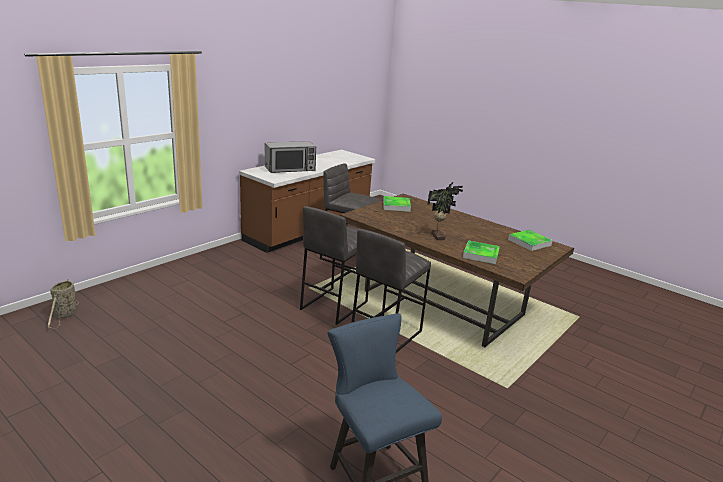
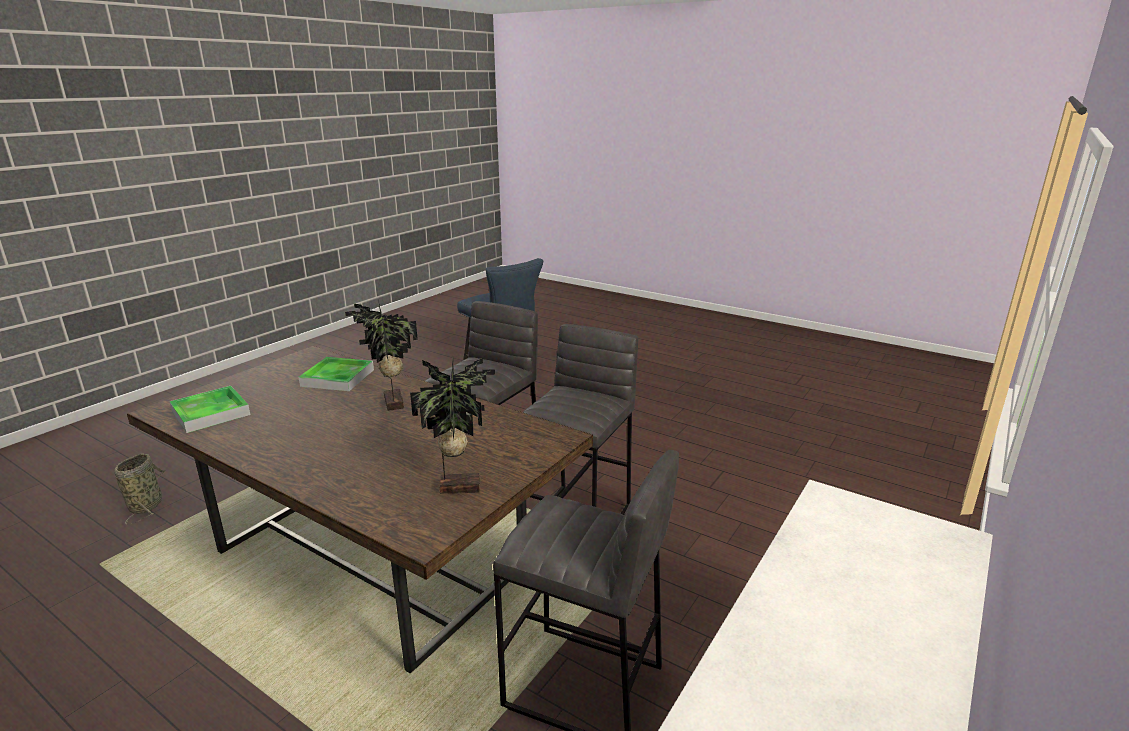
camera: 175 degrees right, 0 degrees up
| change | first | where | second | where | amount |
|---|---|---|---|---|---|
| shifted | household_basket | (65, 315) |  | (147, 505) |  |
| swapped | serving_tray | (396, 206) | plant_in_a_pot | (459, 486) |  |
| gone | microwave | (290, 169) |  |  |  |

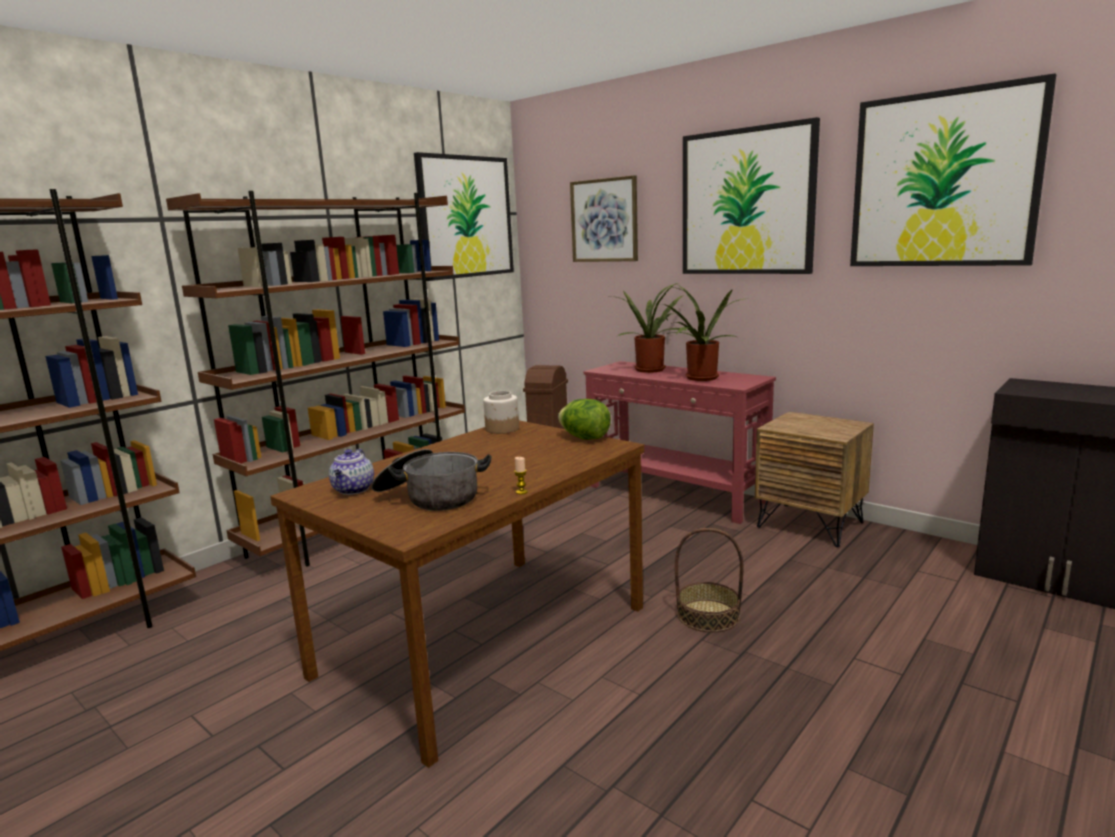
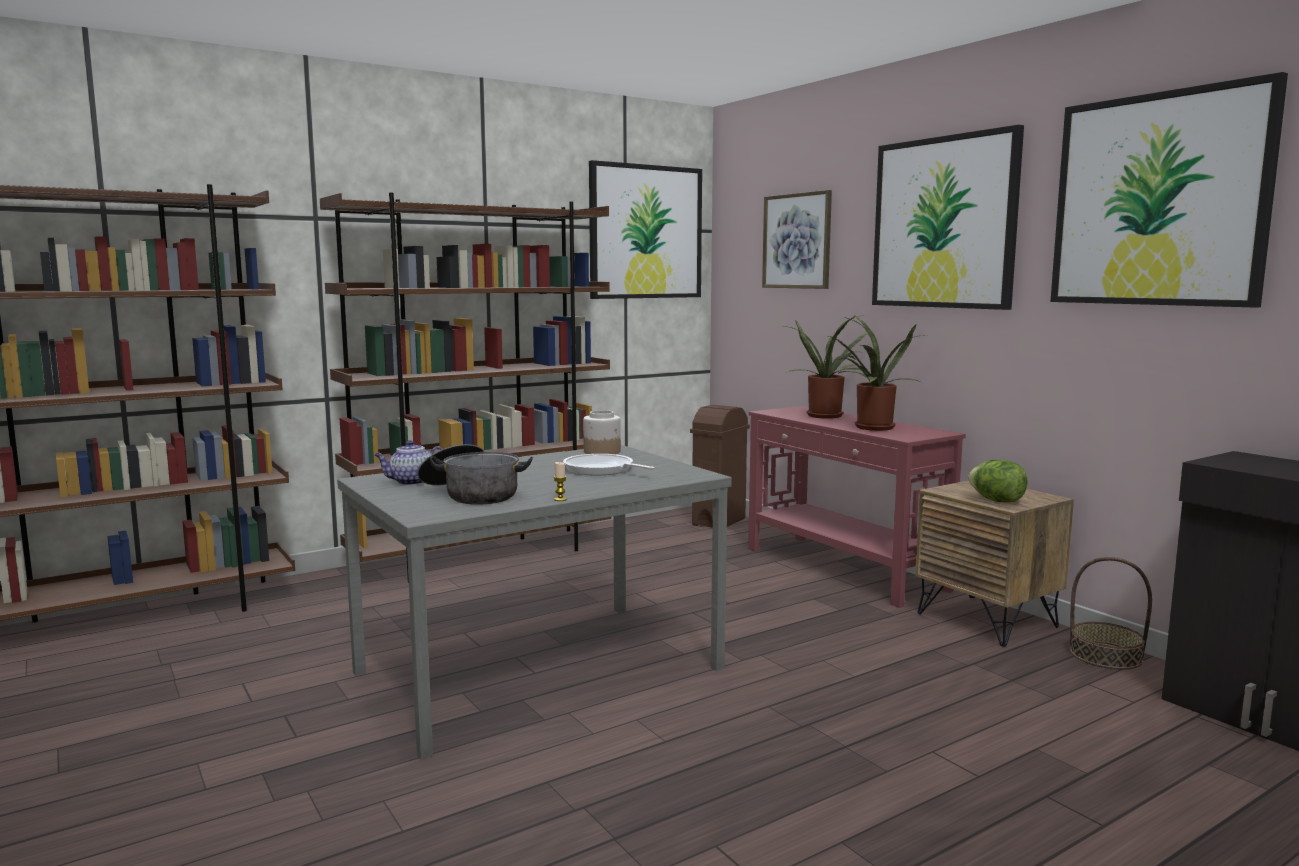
camera: 15 degrees right, 5 degrees down
| change | first | where | second | where | amount |
|---|---|---|---|---|---|
| repainted | brownish_dinner_table | (484, 642) | greyish_dinner_table | (538, 671) |  |
| rotated | pot_for_tea | (353, 490) |  | (411, 482) | 45 degrees clockwise |
| new |  |  | pan | (601, 470) |  |
| shifted | lettuce | (585, 438) |  | (996, 501) |  |
| shifted | household_basket | (708, 615) |  | (1106, 655) |  |

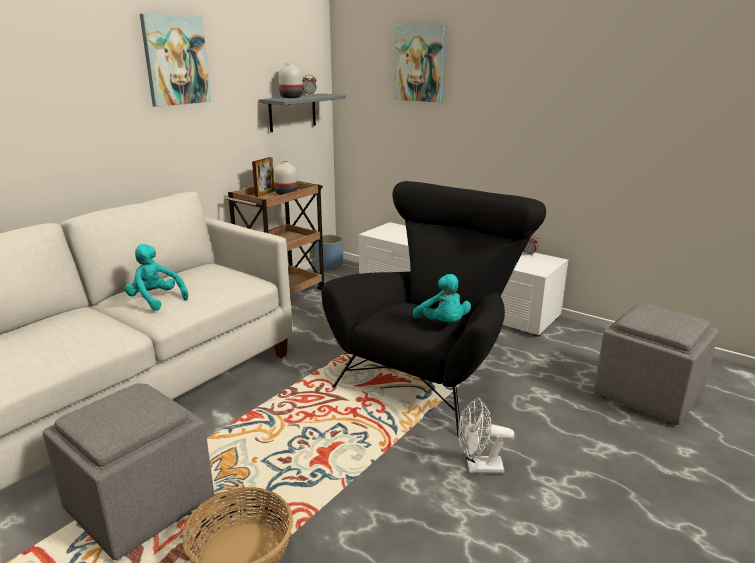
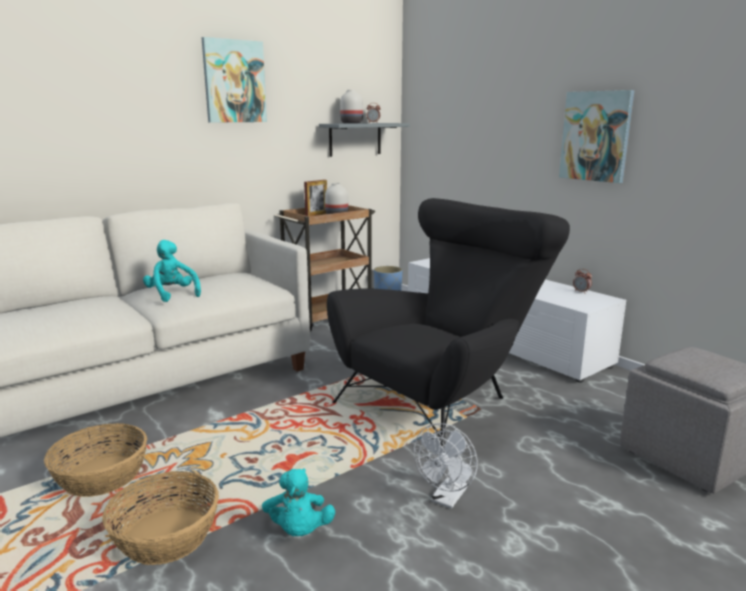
camera: 15 degrees right, 5 degrees down
| change | first | where | second | where | amount |
|---|---|---|---|---|---|
| swapped | greyish_footrest | (138, 504) | household_basket | (101, 476) |  |
| shifted | blue-green_plush_toy | (443, 324) |  | (298, 531) |  |
| rotated | white-coloured_cooling_fan | (478, 467) |  | (446, 499) | 75 degrees counterclockwise |
| shifted | wall_picture | (419, 64) |  | (596, 136) |  |

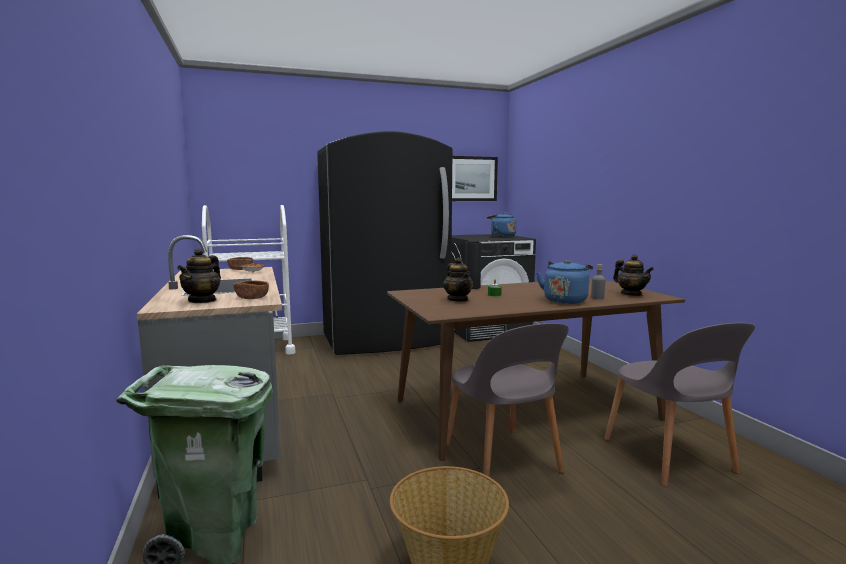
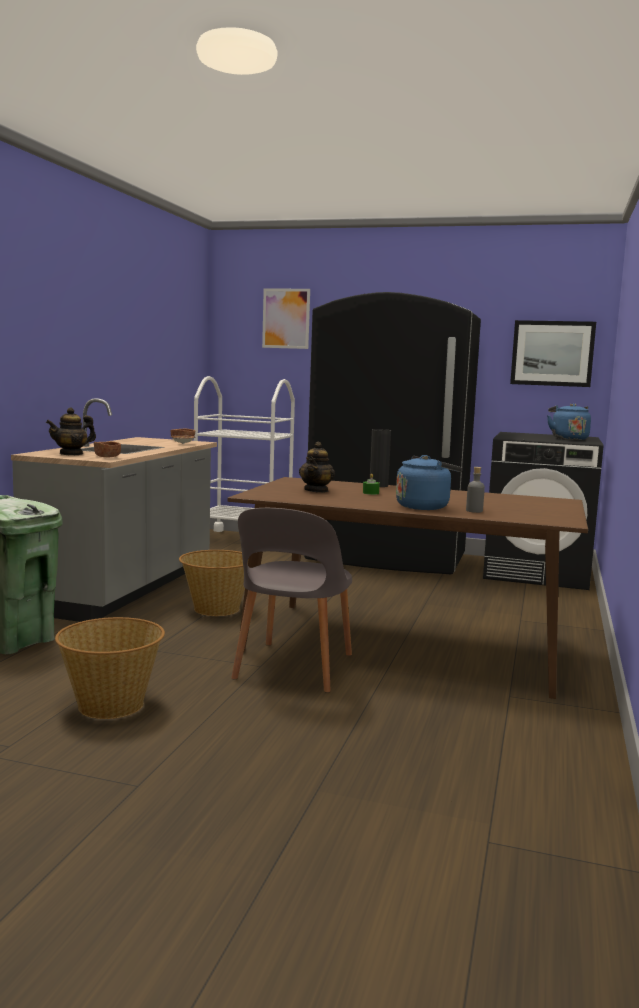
camera: 35 degrees right, 0 degrees up
| change | first | where | second | where | amount |
|---|---|---|---|---|---|
| new |  |  | household_basket | (216, 609) |  |
| new |  |  | wall_picture | (286, 318) |  |
| gone | greyish_chair | (669, 457) |  |  |  |
| gone | pot_for_tea | (631, 294) |  |  |  |

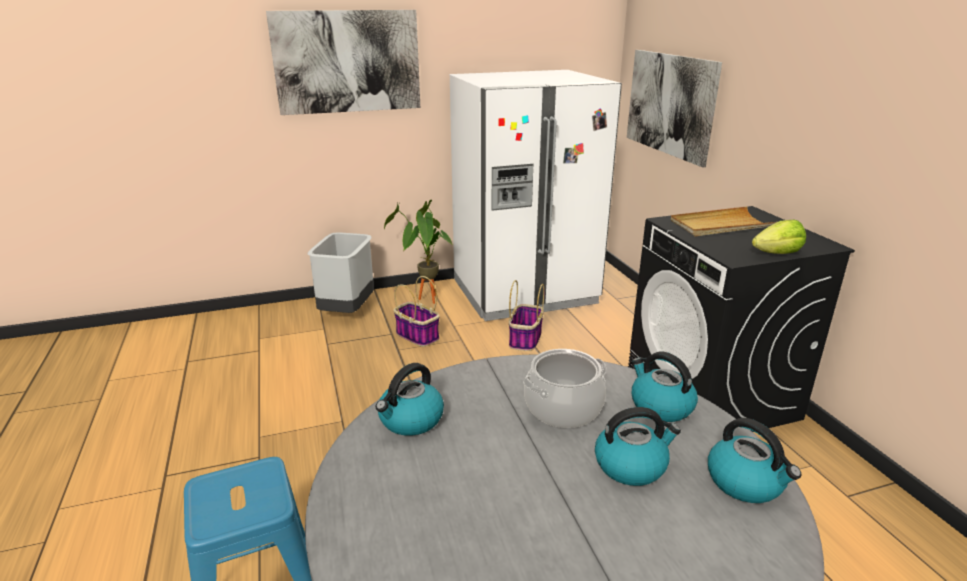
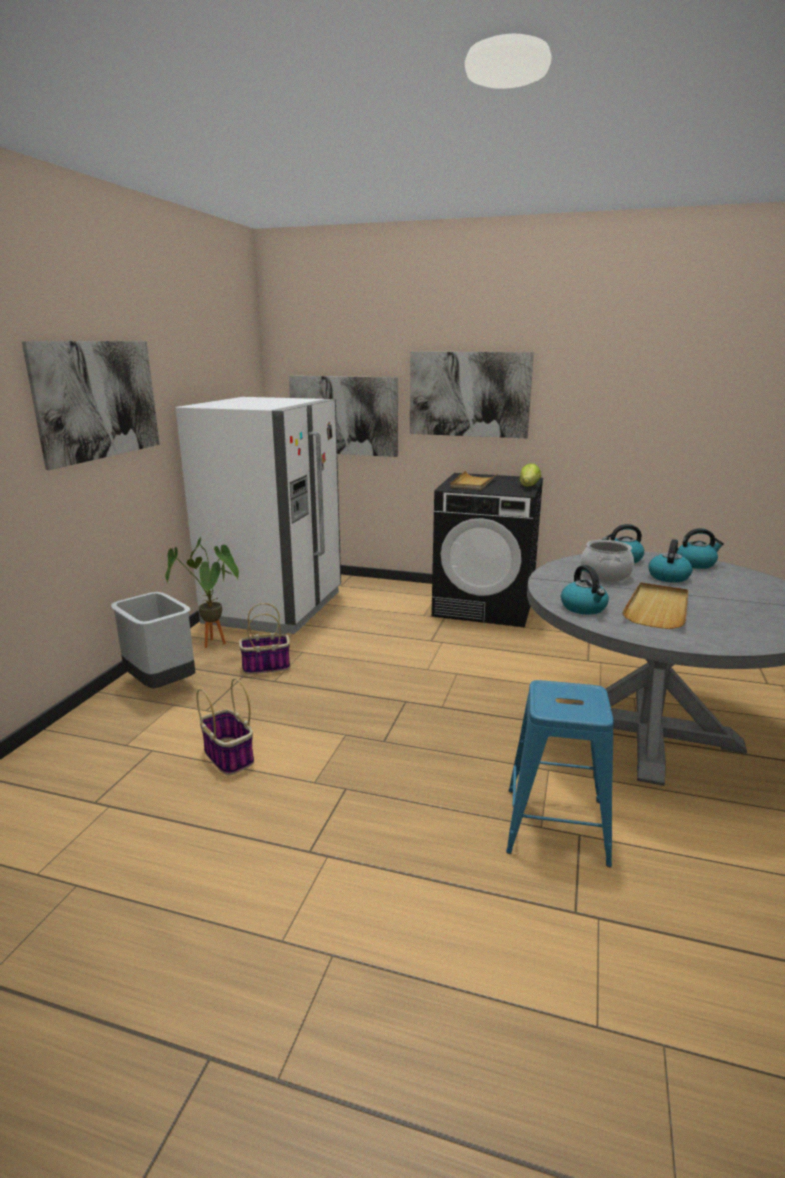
camera: 55 degrees left, 5 degrees down
| change | first | where | second | where | amount |
|---|---|---|---|---|---|
| shifted | household_basket | (525, 339) |  | (229, 757) |  |
| new |  |  | wall_picture | (469, 394) |  |
| new |  |  | beige-coloured_serving_tray | (657, 608) |  |

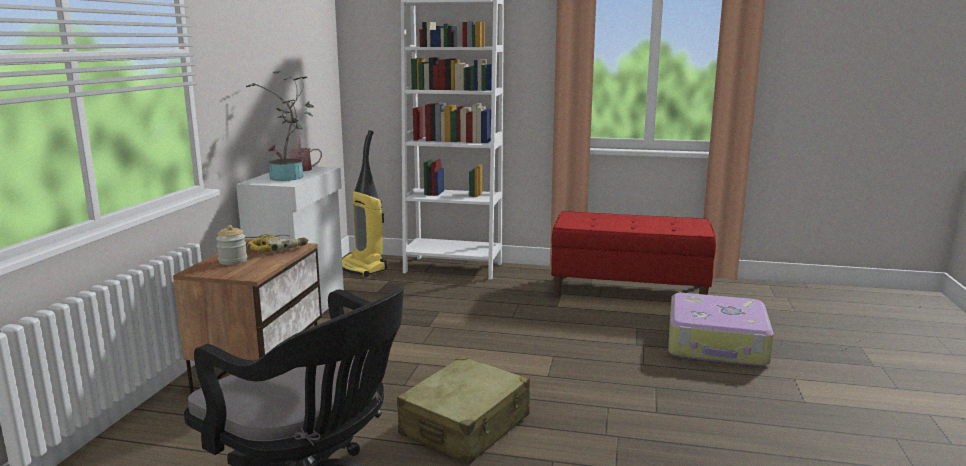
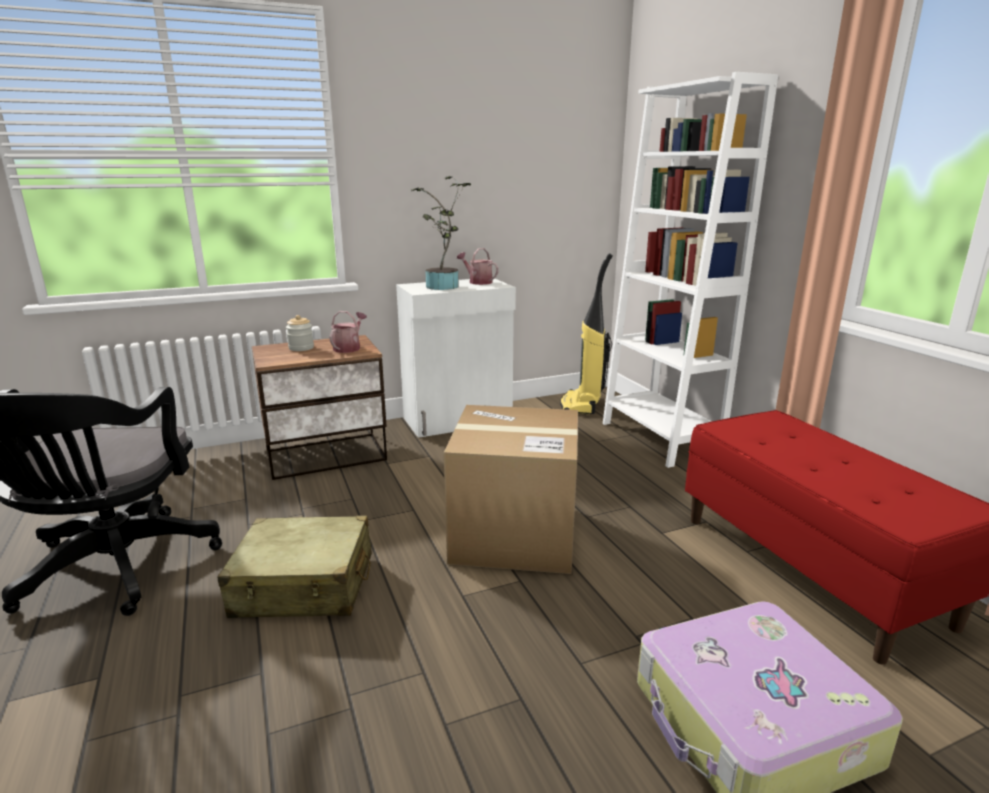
camera: 55 degrees right, 5 degrees up
| change | first | where | second | where | amount |
|---|---|---|---|---|---|
| swapped | power_drill | (274, 248) | watering_can | (349, 348) |  |
| new |  |  | cardboard_box | (514, 534) |  |

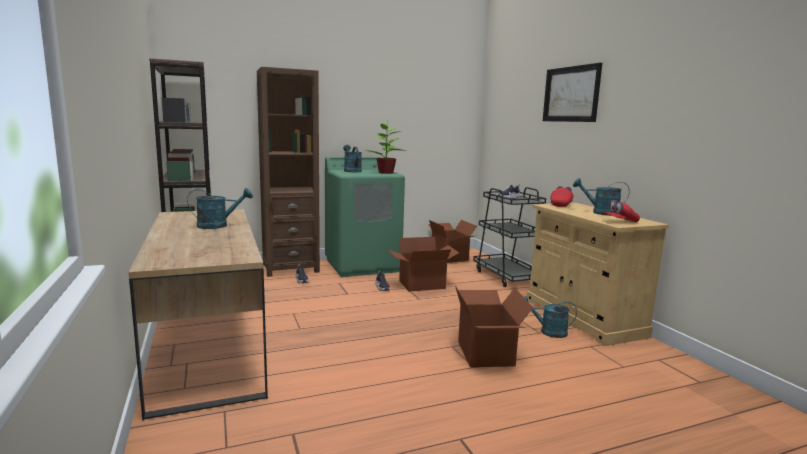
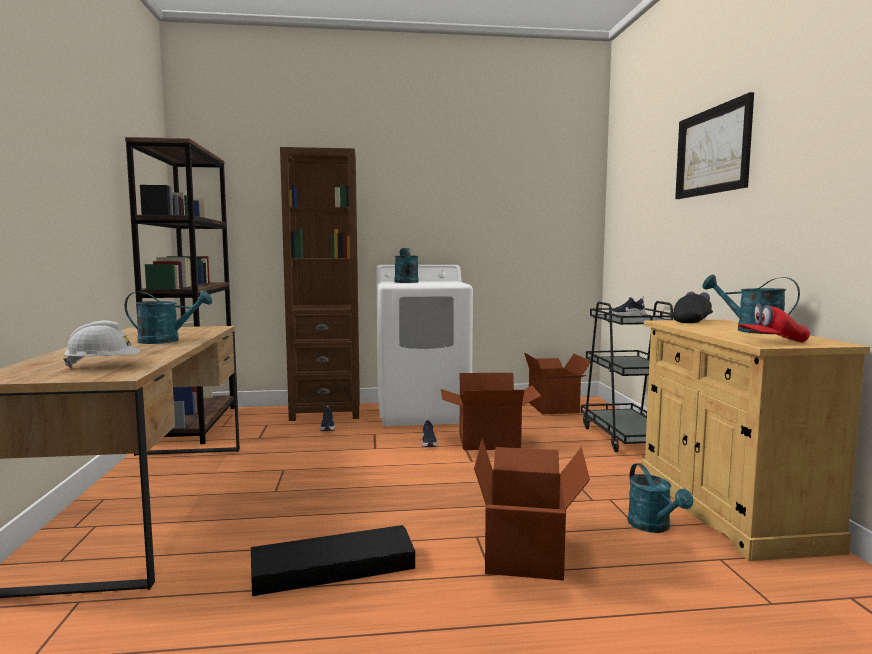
camera: 15 degrees right, 5 degrees down
| change | first | where | second | where | amount |
|---|---|---|---|---|---|
| new |  |  | white-coloured_safety_helmet | (104, 366) |  |
| new |  |  | blackish_storage_box | (332, 569) |  |
| repainted | green_washing_machine | (363, 265) | white-coloured_washing_machine | (423, 412) |  |
| rotated | blue-green_watering_can | (548, 332) |  | (654, 527) | 135 degrees counterclockwise |
| repainted | reddish_cap | (561, 205) | blackish_cap | (692, 321) |  |
| gone | plant_in_a_pot | (385, 173) |  |  |  |

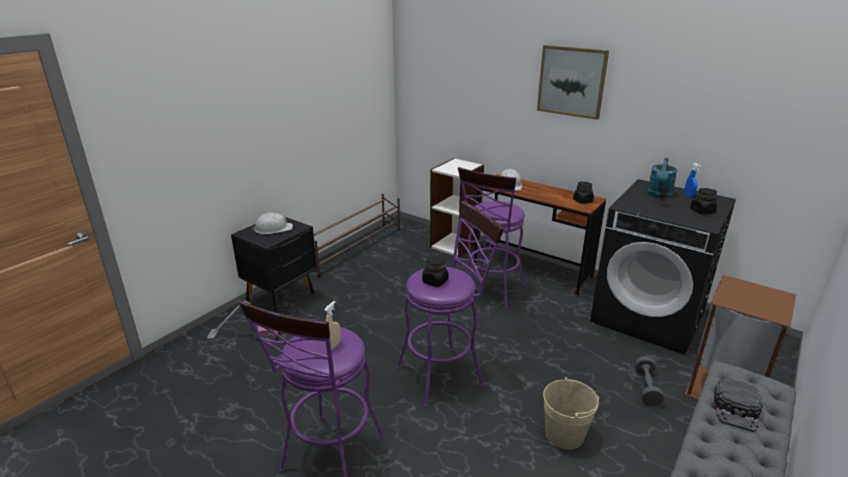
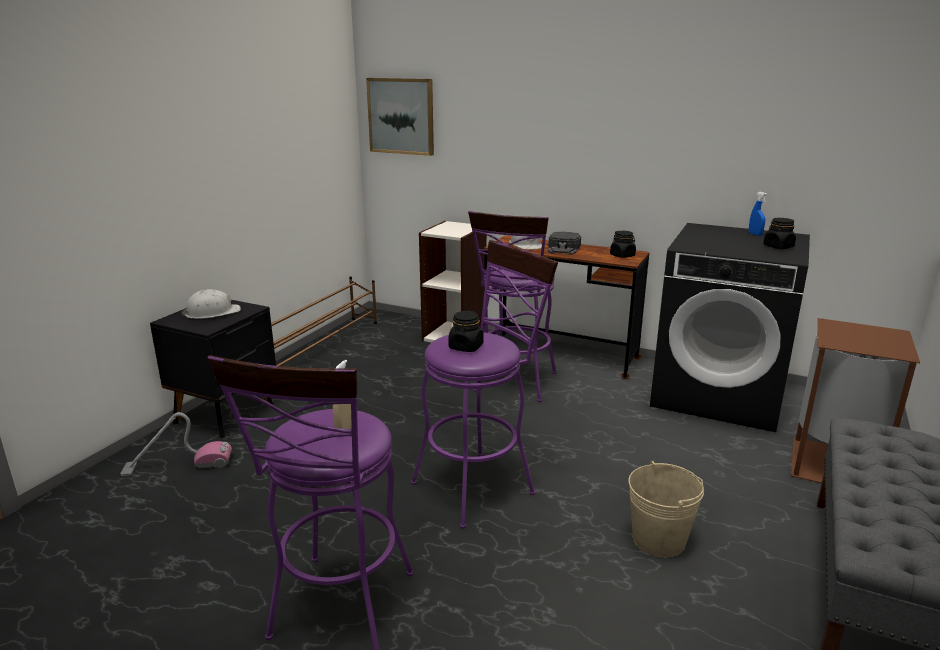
camera: 10 degrees left, 5 degrees down
| change | first | where | second | where | amount |
|---|---|---|---|---|---|
| shifted | wall_picture | (572, 81) |  | (401, 116) |  |
| shifted | blackish_cap | (736, 409) |  | (564, 248) |  |
| gone | greyish_hand_weight | (646, 388) |  |  |  |
| gone | blue-green_watering_can | (659, 195) |  |  |  |

